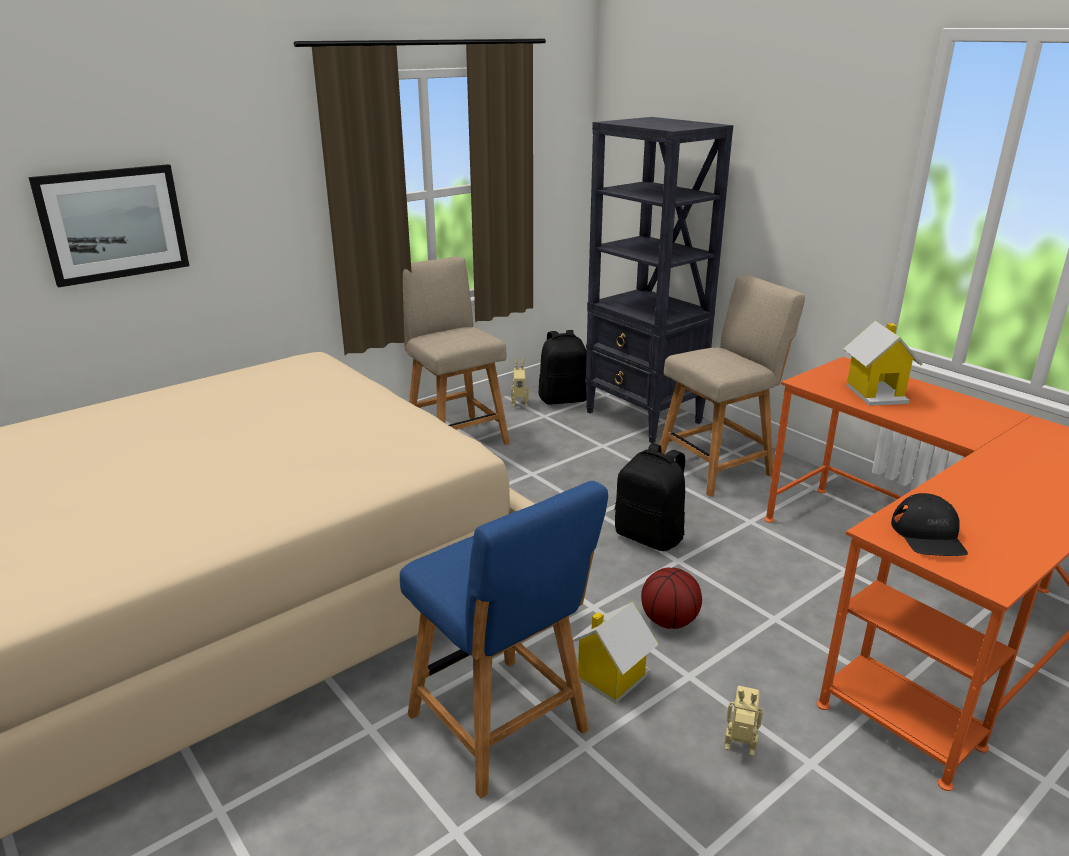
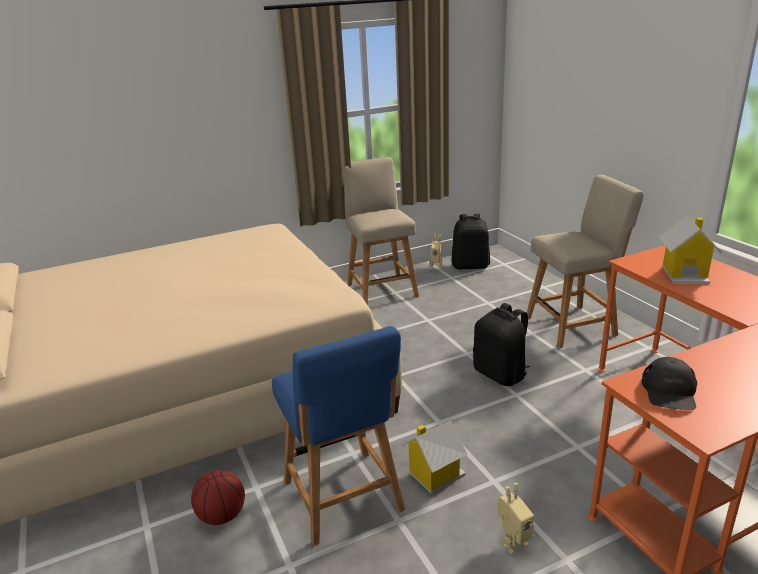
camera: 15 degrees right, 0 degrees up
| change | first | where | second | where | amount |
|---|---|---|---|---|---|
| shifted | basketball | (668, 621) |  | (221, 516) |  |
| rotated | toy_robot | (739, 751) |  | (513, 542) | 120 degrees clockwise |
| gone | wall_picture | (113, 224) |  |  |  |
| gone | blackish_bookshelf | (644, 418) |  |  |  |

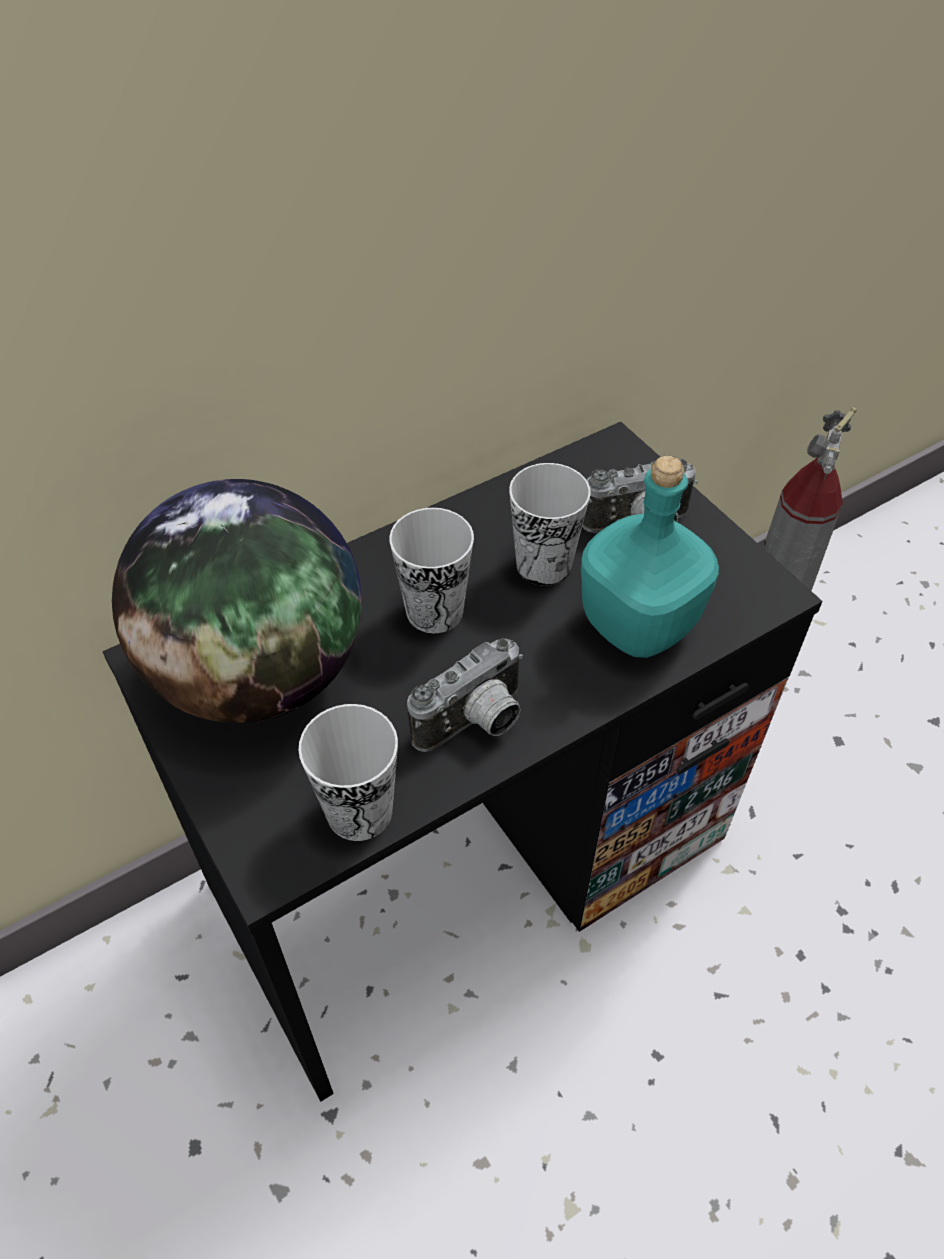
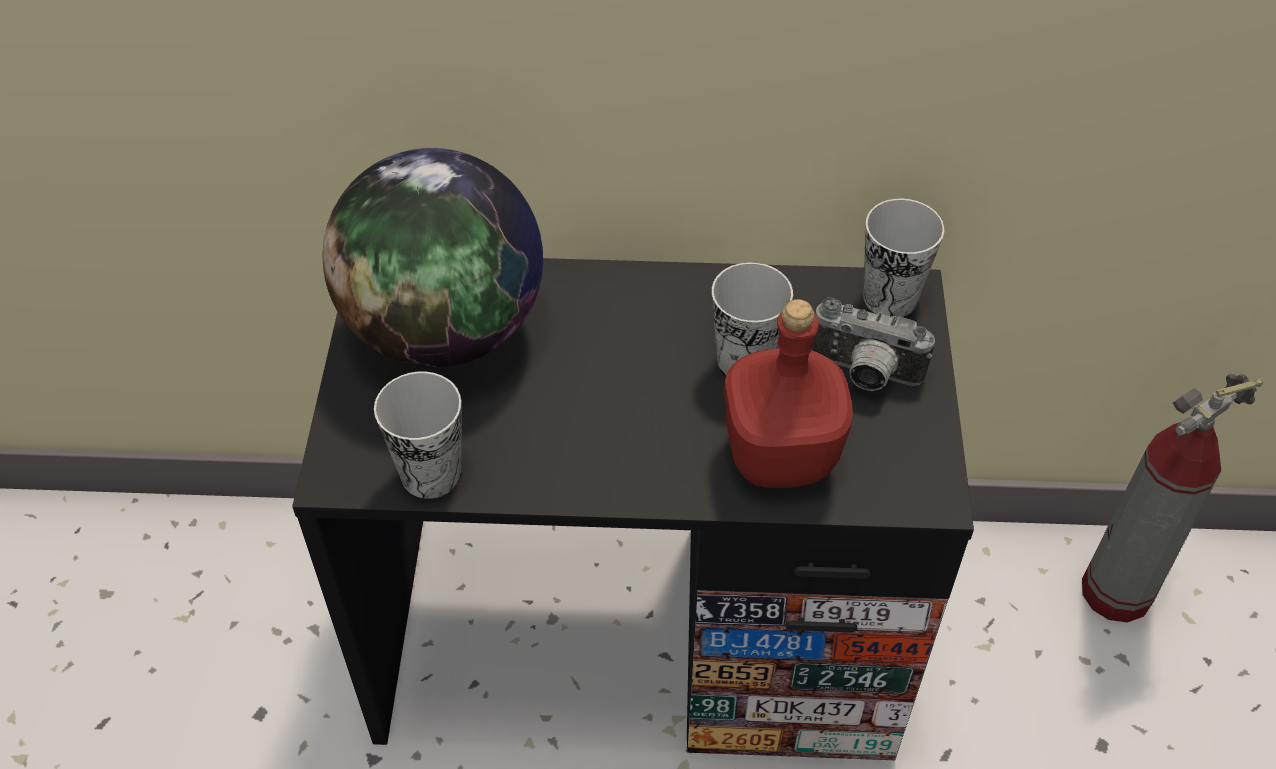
camera: 35 degrees right, 0 degrees up
| change | first | where | second | where | amount |
|---|---|---|---|---|---|
| repainted | blue-green_drink_bottle | (636, 623) | reddish_drink_bottle | (779, 454) |  |
| shifted | drinking_cup | (434, 611) |  | (890, 297) |  |
| gone | photo_camera | (475, 724) |  |  |  |

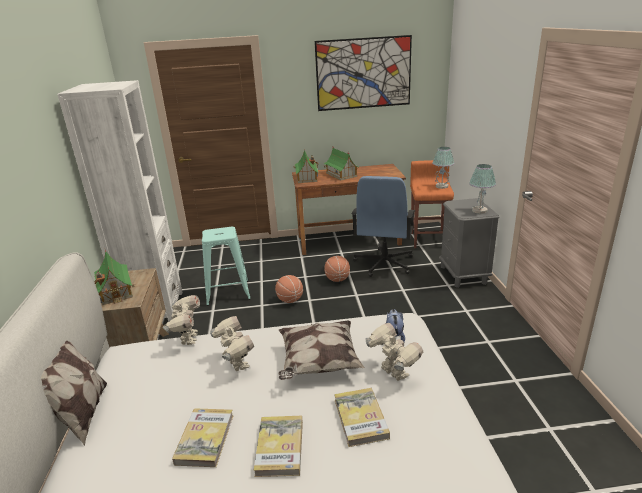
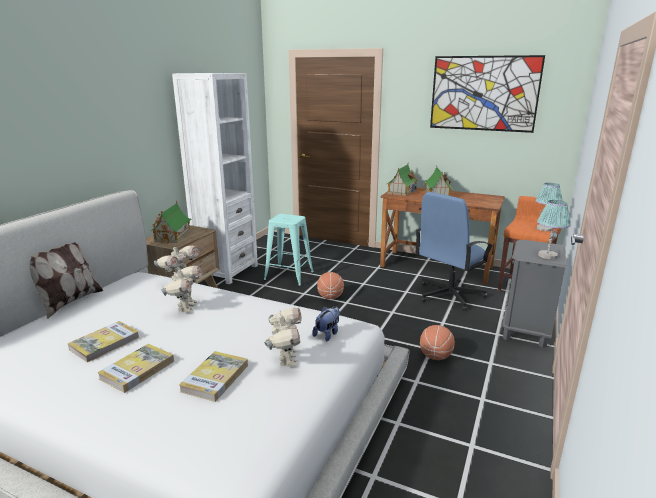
camera: 30 degrees right, 5 degrees down
| change | first | where | second | where | amount |
|---|---|---|---|---|---|
| shifted | basketball | (337, 279) |  | (435, 356) |  |
| gone | throw_pillow | (318, 363) |  |  |  |

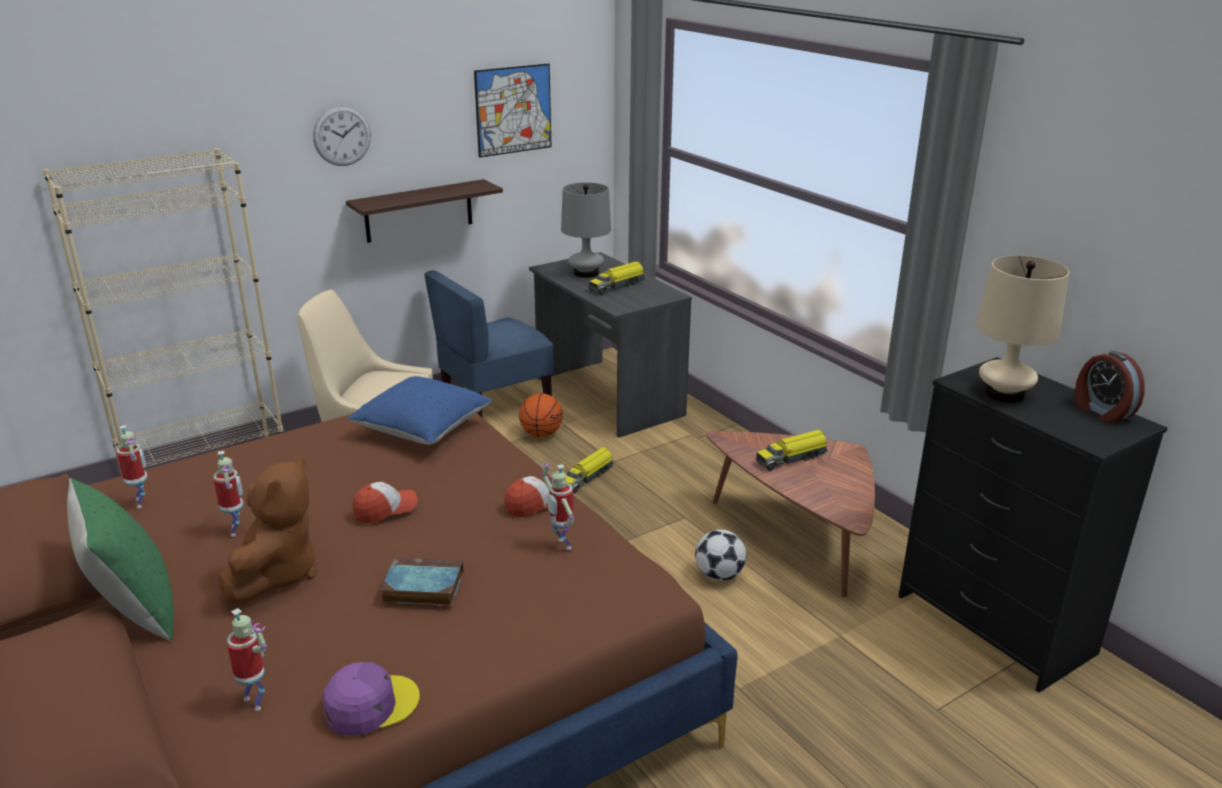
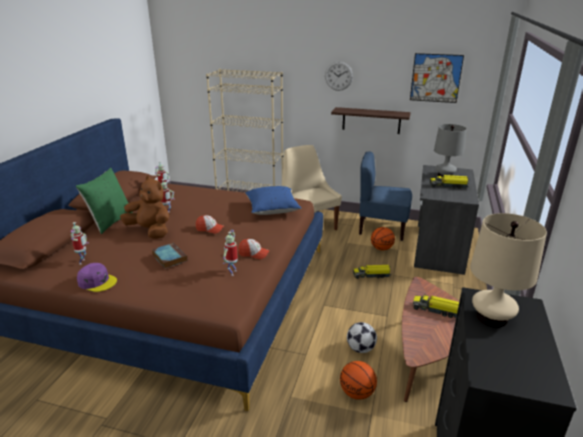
camera: 50 degrees right, 0 degrees up
| change | first | where | second | where | amount |
|---|---|---|---|---|---|
| rotated | brownish_plush_toy | (276, 574) |  | (150, 231) | 120 degrees counterclockwise |
| new |  |  | basketball | (357, 393) |  |
| gone | table_clock | (1101, 411) |  |  |  |

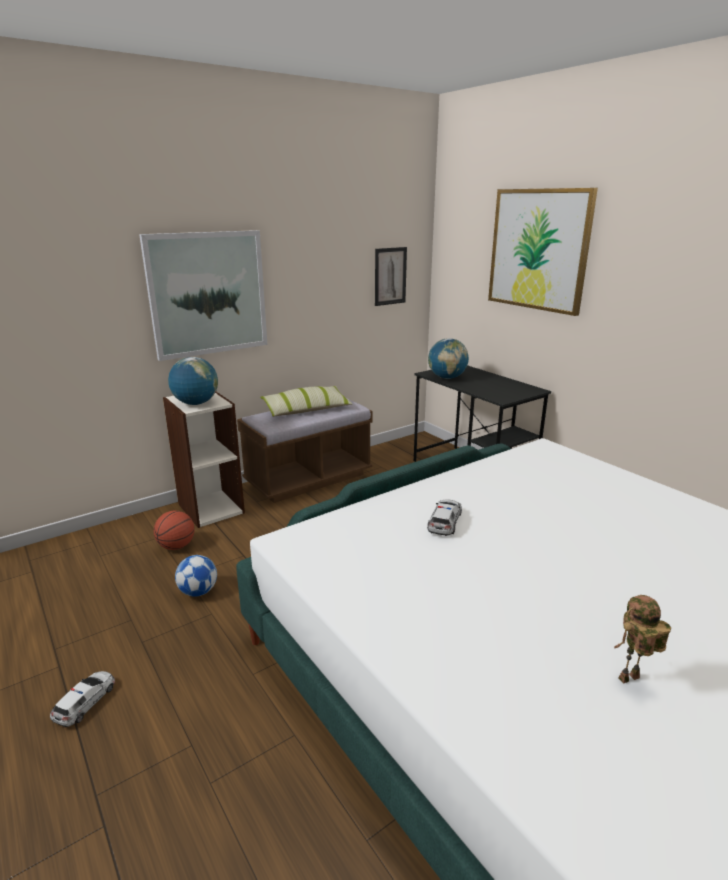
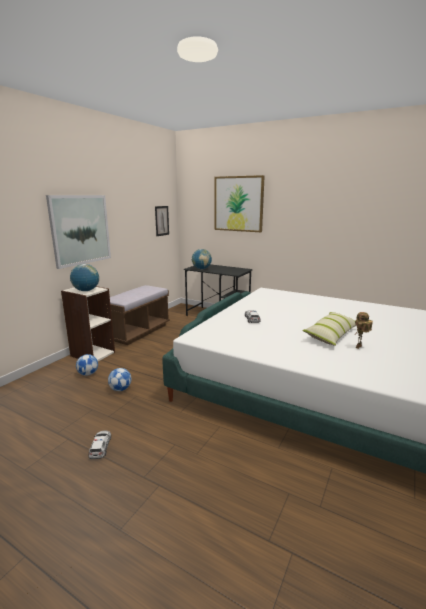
camera: 25 degrees left, 5 degrees down
| change | first | where | second | where | amount |
|---|---|---|---|---|---|
| swapped | basketball | (176, 546) | football | (88, 374) |  |
| shifted | throw_pillow | (306, 410) |  | (331, 335) |  |

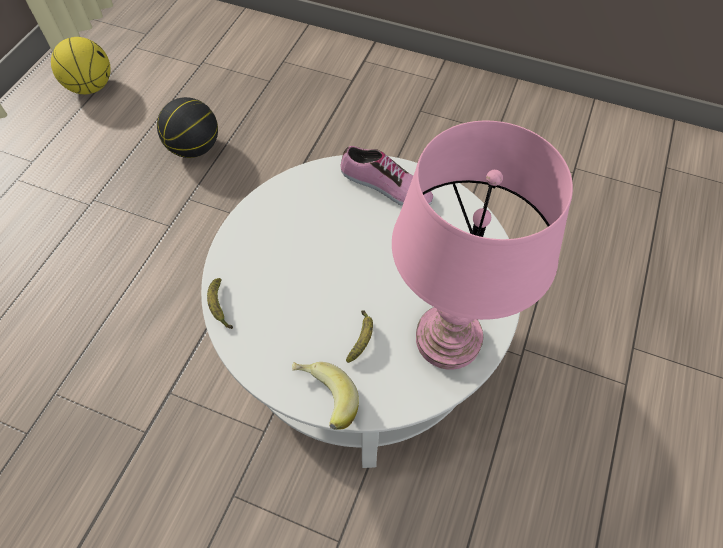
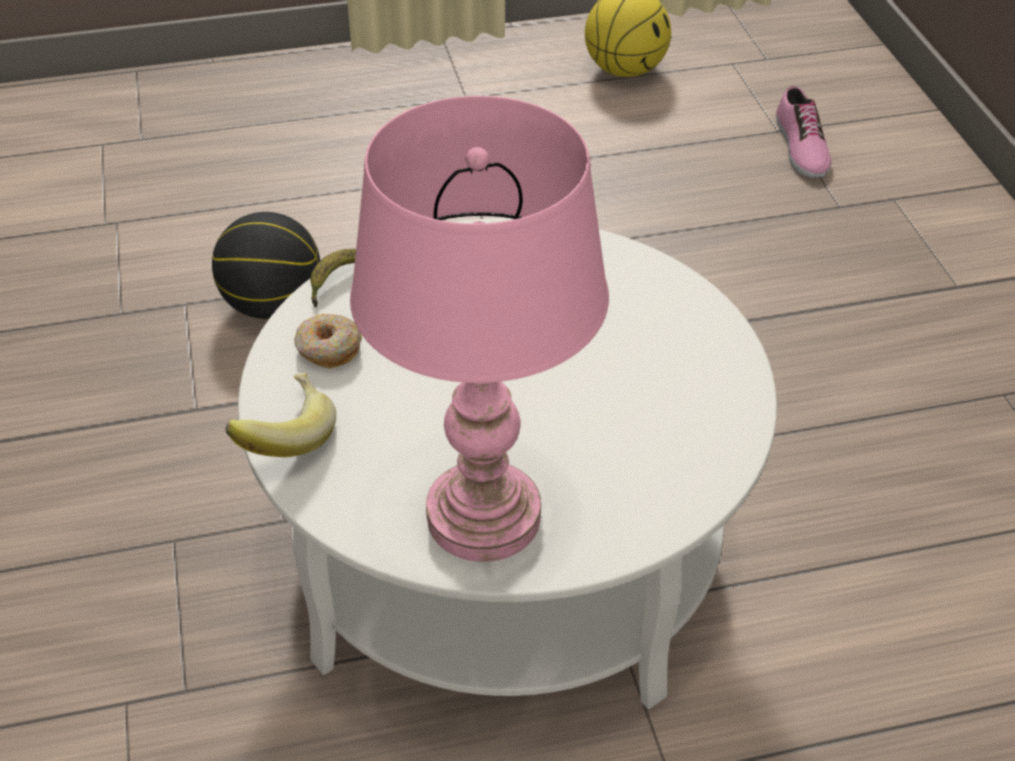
camera: 55 degrees right, 15 degrees down
| change | first | where | second | where | amount |
|---|---|---|---|---|---|
| shifted | basketball | (194, 148) |  | (272, 305) |  |
| new |  |  | ring_doughnut | (328, 349) |  |
| shifted | shoe | (385, 186) |  | (800, 147) |  |
| gone | whole_banana | (361, 338) |  |  |  |

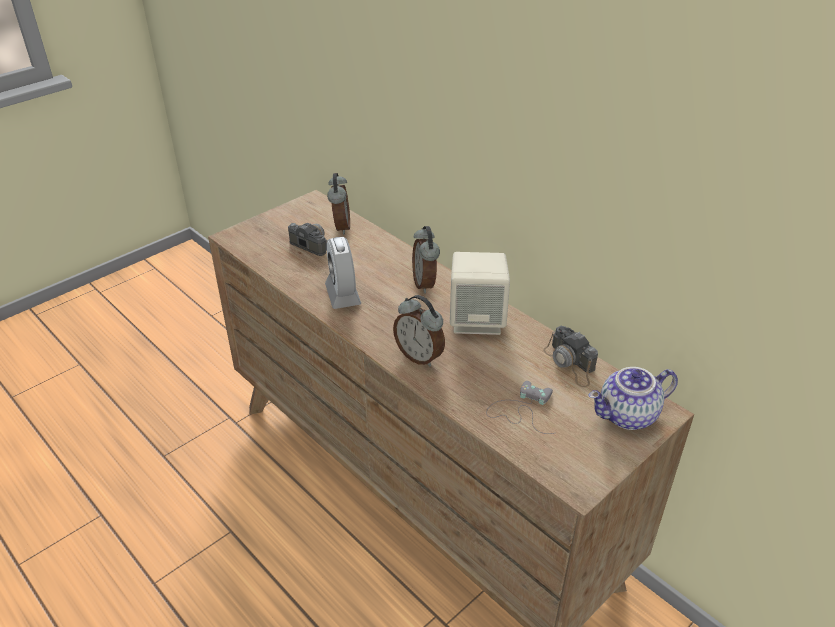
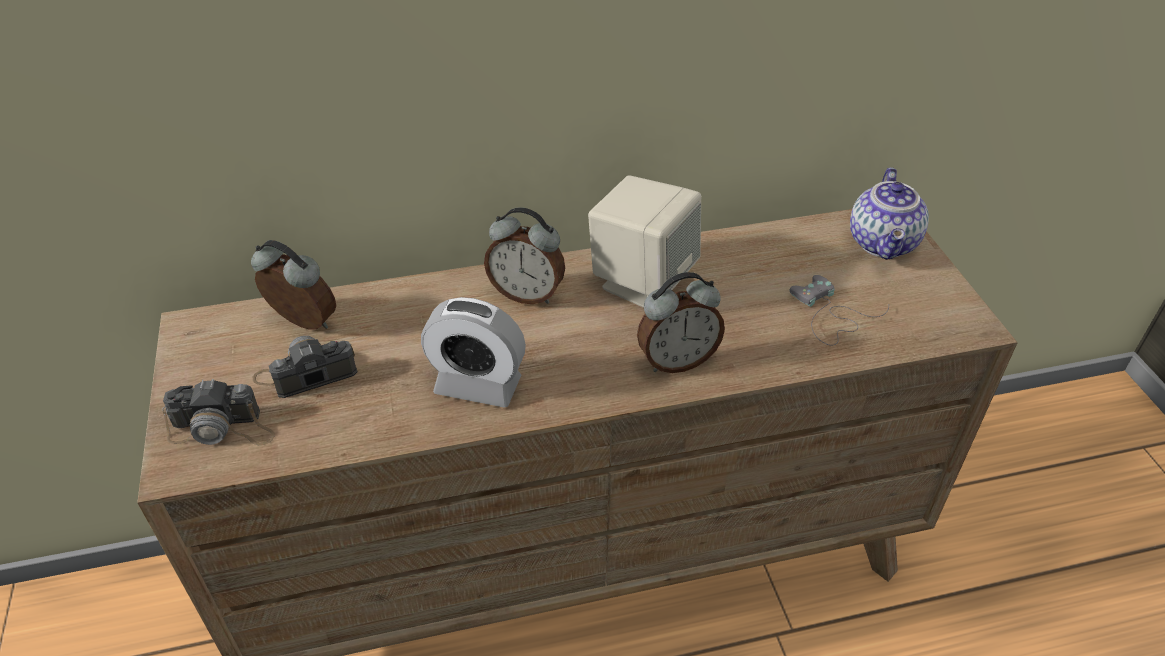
camera: 60 degrees left, 5 degrees up
| change | first | where | second | where | amount |
|---|---|---|---|---|---|
| shifted | photo_camera | (570, 364) |  | (222, 428) |  |

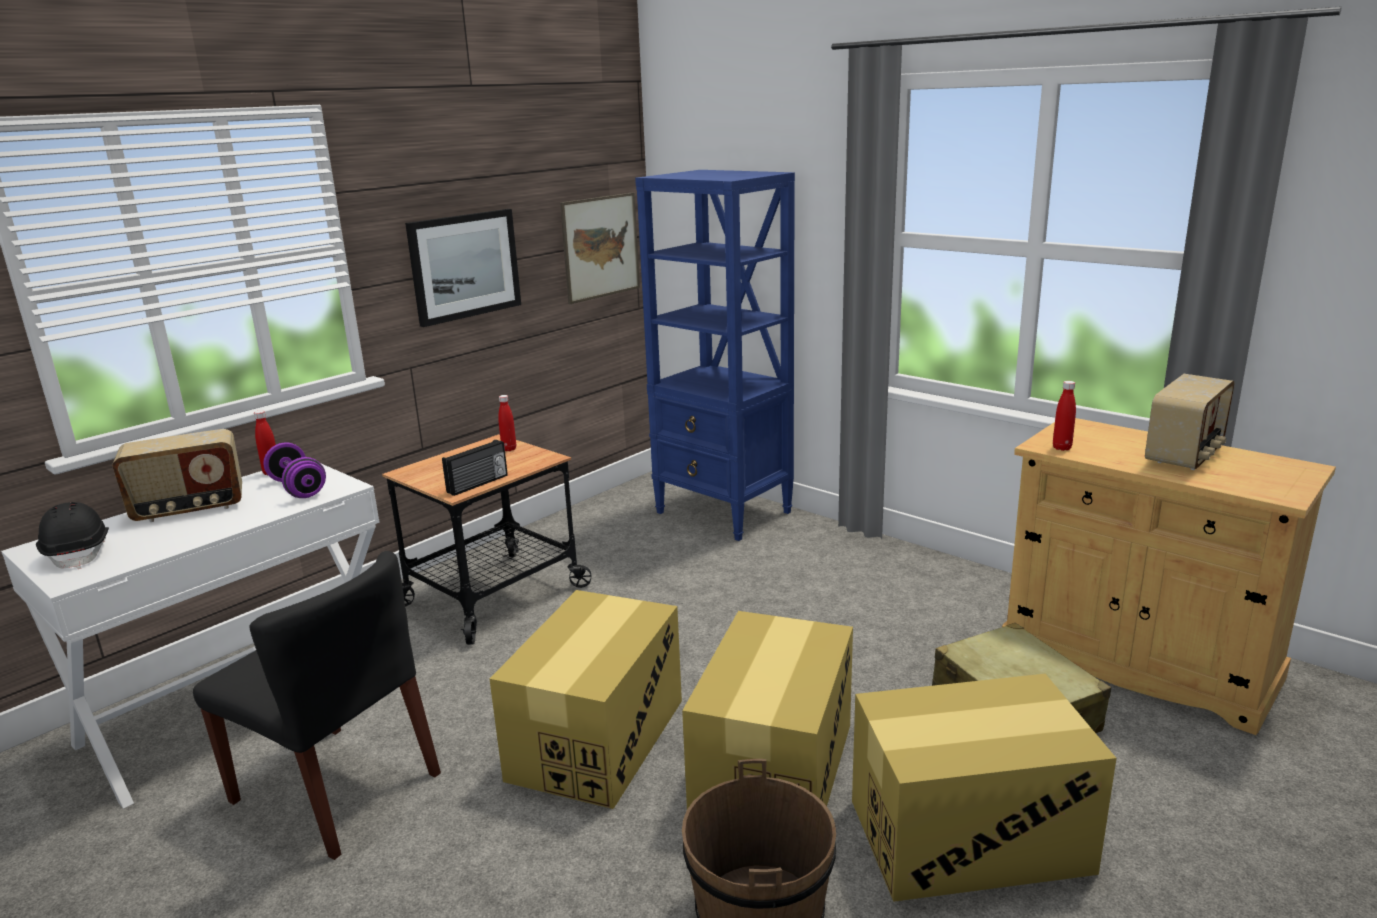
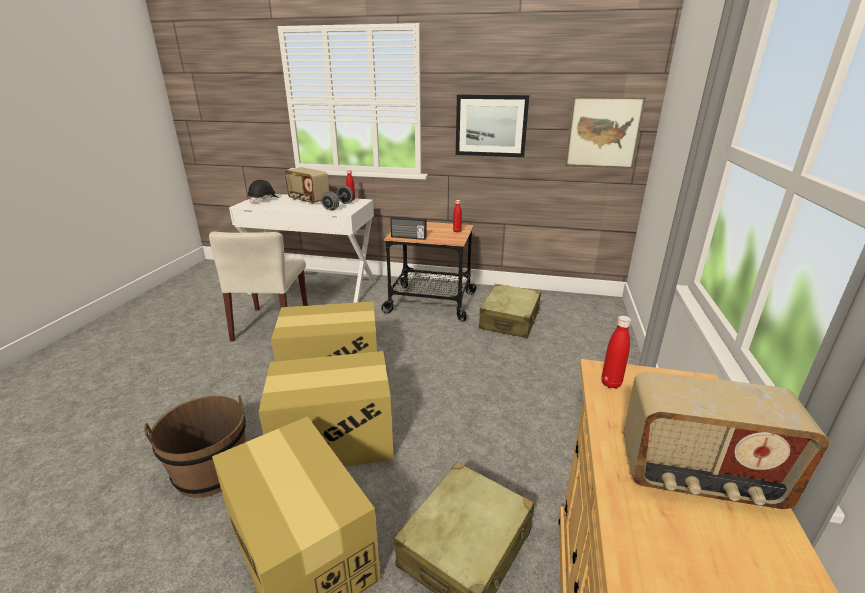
camera: 60 degrees right, 5 degrees up
| change | first | where | second | where | amount |
|---|---|---|---|---|---|
| repainted | blackish_chair | (337, 788) | beige-coloured_chair | (271, 325) |  |
| repainted | purple-coloured_hand_weight | (298, 488) | greyish_hand_weight | (338, 206) |  |
| new |  |  | beige-coloured_travel_case | (509, 320) |  |
| gone | bluish_bookshelf | (724, 513) |  |  |  |

